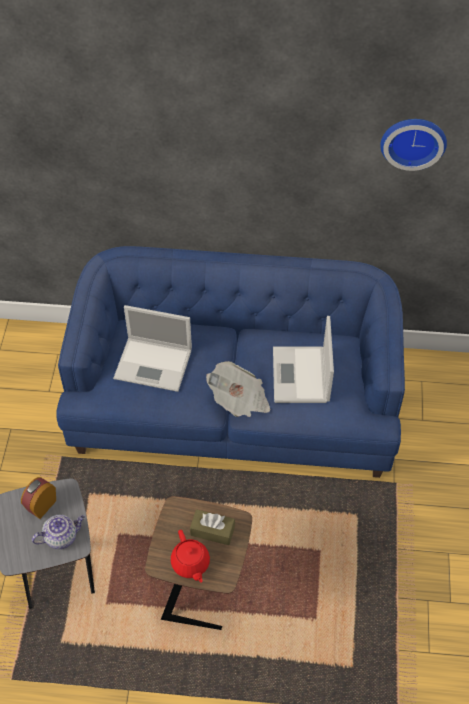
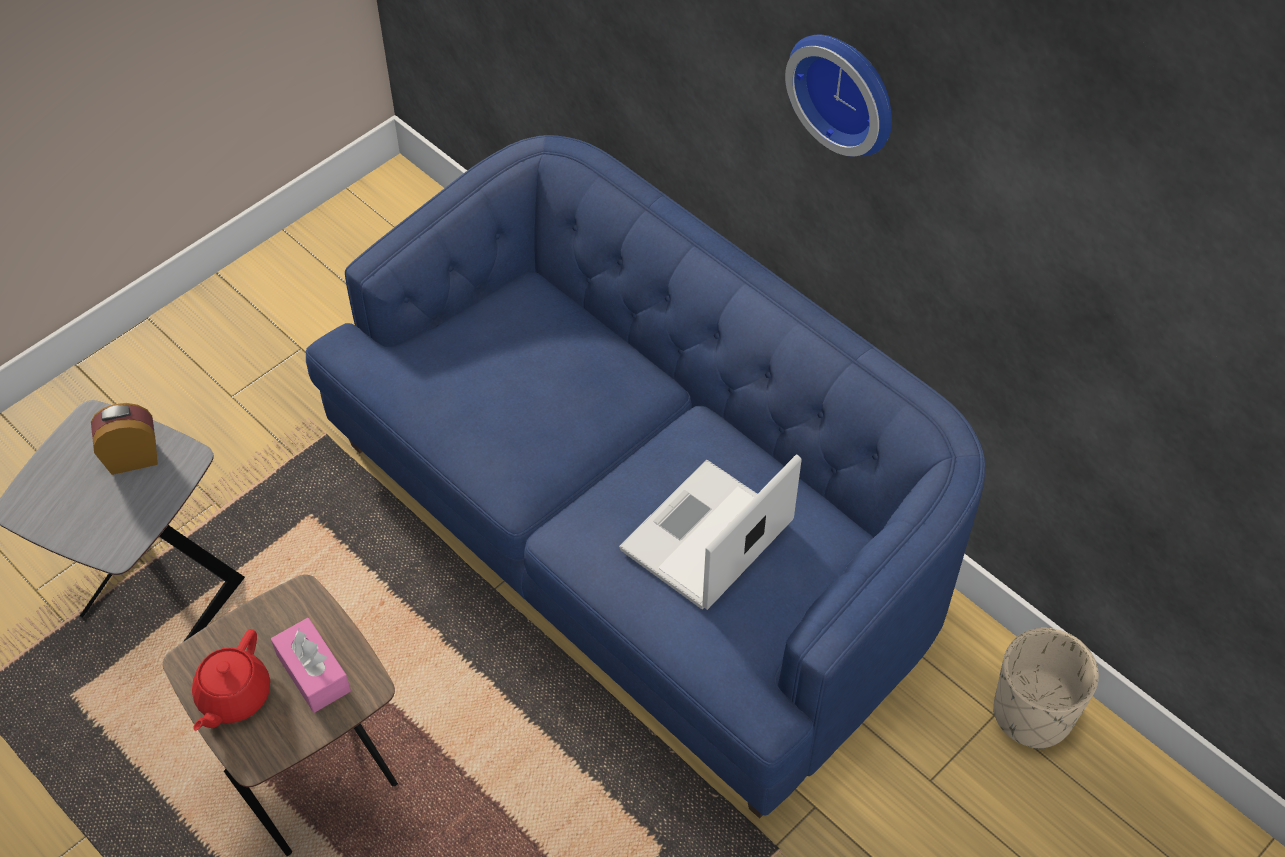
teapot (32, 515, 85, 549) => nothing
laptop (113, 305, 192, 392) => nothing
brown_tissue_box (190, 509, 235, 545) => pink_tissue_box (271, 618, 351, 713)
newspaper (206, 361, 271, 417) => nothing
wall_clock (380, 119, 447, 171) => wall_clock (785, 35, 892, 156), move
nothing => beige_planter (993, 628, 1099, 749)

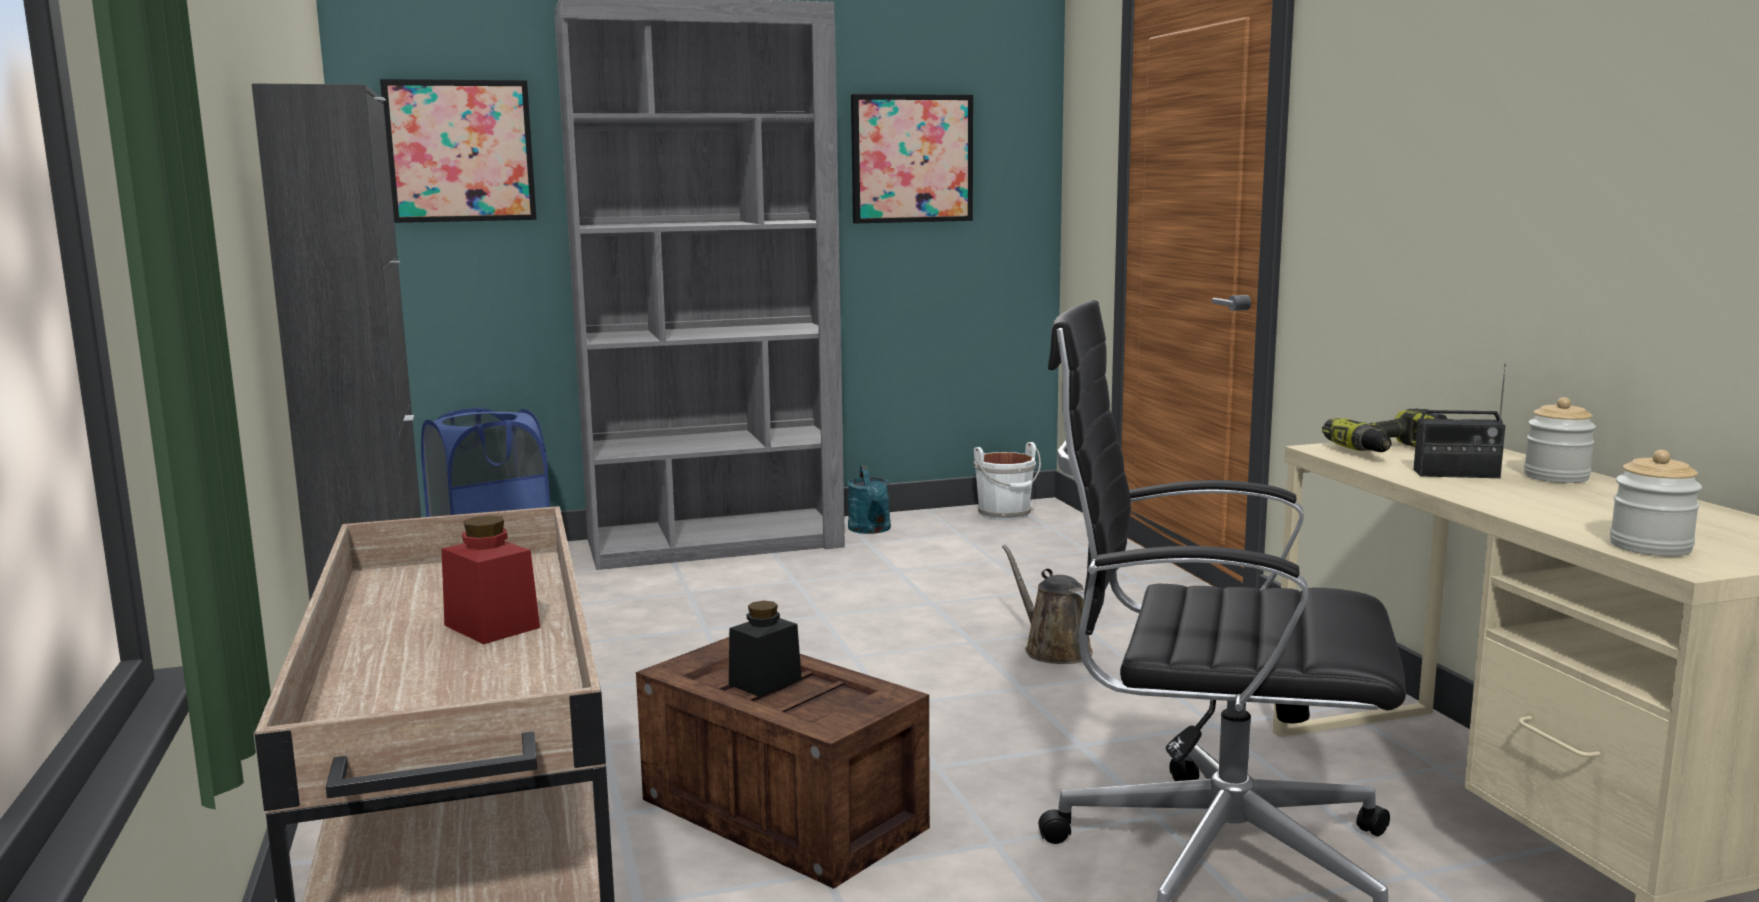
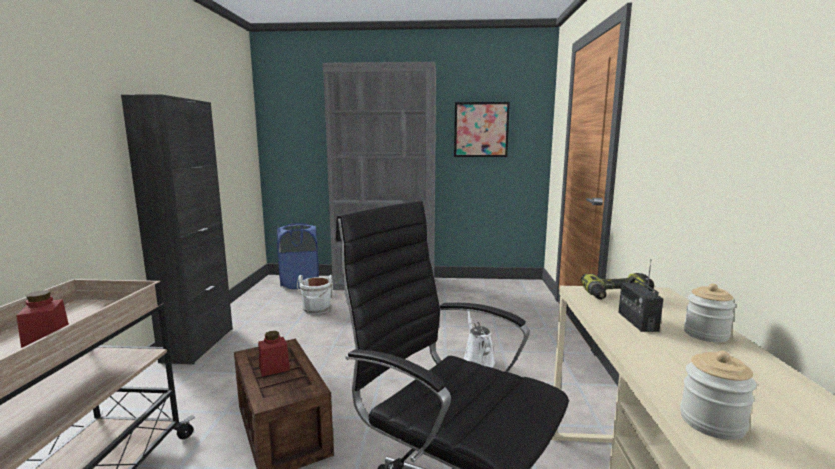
picture (380, 79, 537, 223) => nothing
black_jar (729, 601, 802, 697) => red_jar (258, 331, 290, 377)
turquoise_watering_can (847, 465, 891, 534) => nothing
white_bucket (974, 442, 1041, 520) => white_bucket (297, 275, 333, 314), move
brown_watering_can (1002, 545, 1093, 664) => white_watering_can (463, 311, 495, 368)
radio (1414, 364, 1506, 478) => radio (618, 259, 663, 332), 60 degrees clockwise

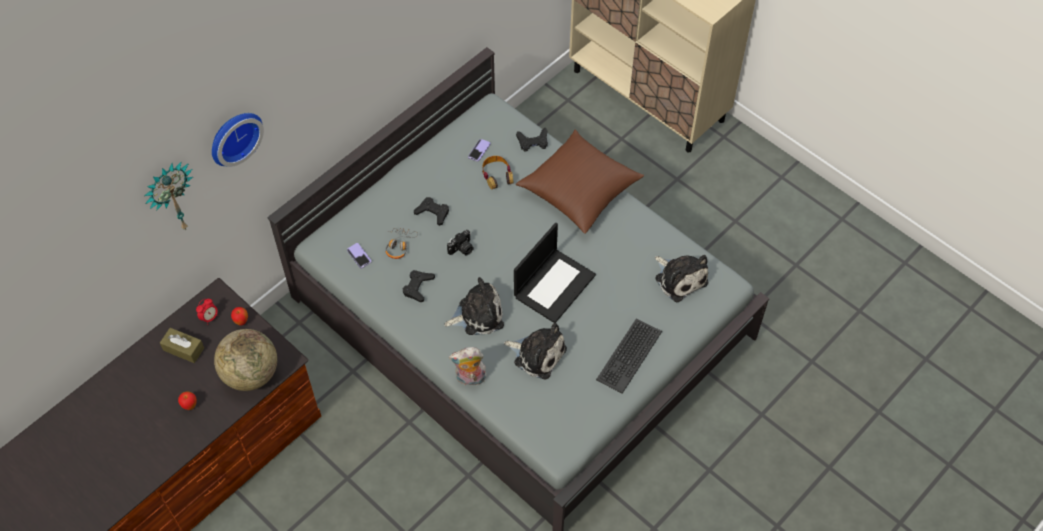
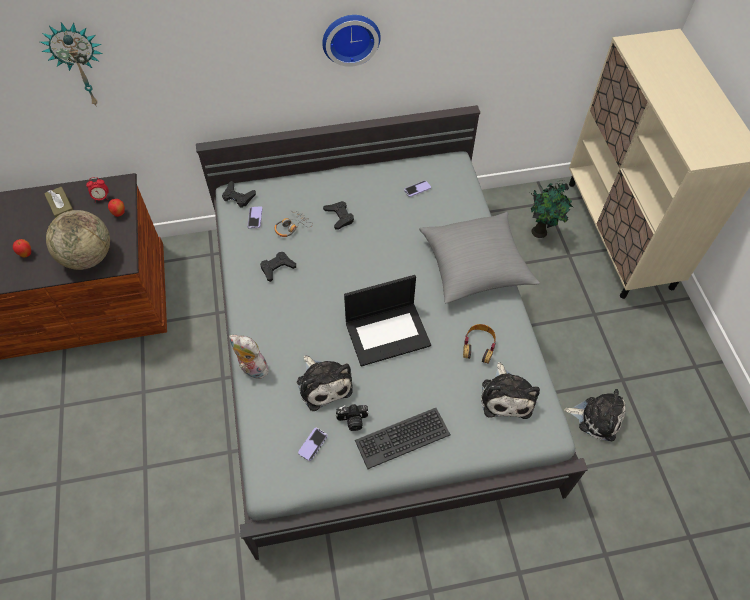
wall_clock (212, 113, 264, 167) => wall_clock (322, 15, 381, 67), move
plush_toy (444, 277, 504, 335) => plush_toy (564, 389, 626, 441), move
photo_camera (447, 230, 474, 255) => photo_camera (336, 404, 369, 431), move
headphones (482, 156, 513, 189) => headphones (463, 324, 496, 363), move
black_game_controller (516, 128, 548, 152) => black_game_controller (222, 181, 256, 208), move
brown_pillow (516, 130, 644, 234) => grey_pillow (419, 212, 540, 303)
nothing => phone (298, 428, 327, 461)
nothing => potted_plant (528, 180, 573, 238)

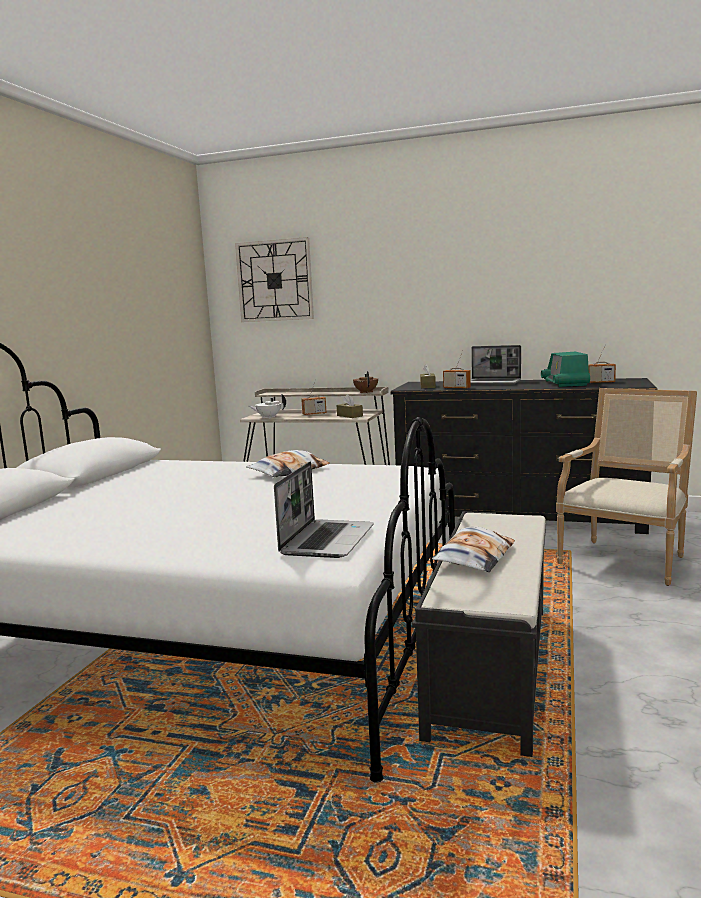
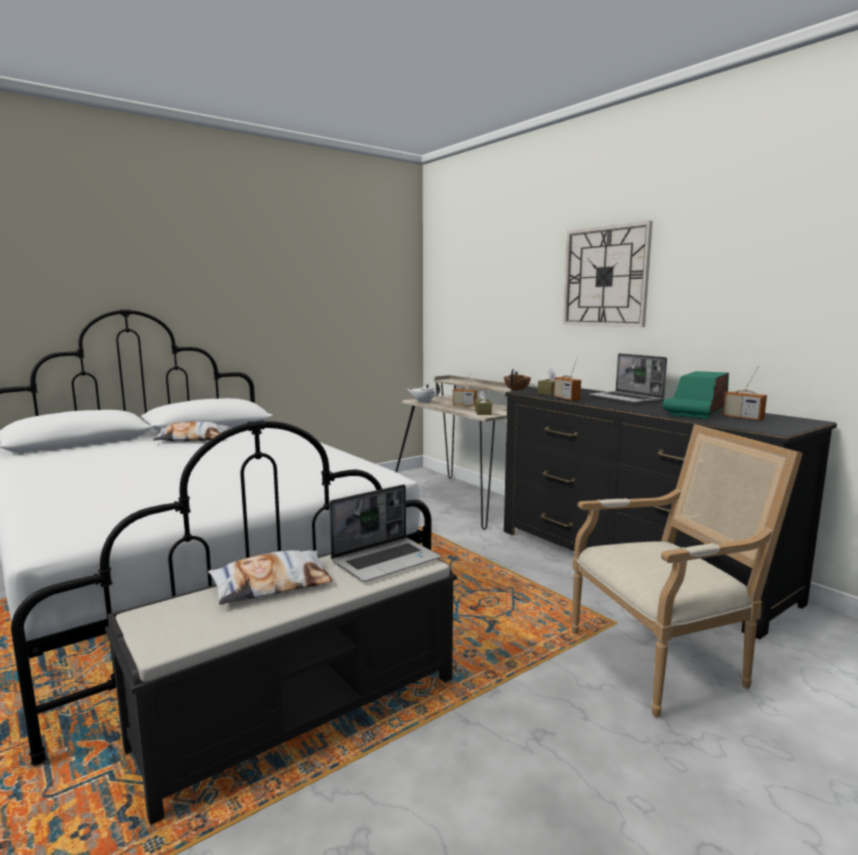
wall_clock (235, 237, 314, 322) => wall_clock (563, 221, 653, 327), move
pillow (246, 450, 330, 478) => pillow (153, 421, 229, 442), move
laptop (274, 461, 374, 558) => laptop (329, 485, 441, 582), move

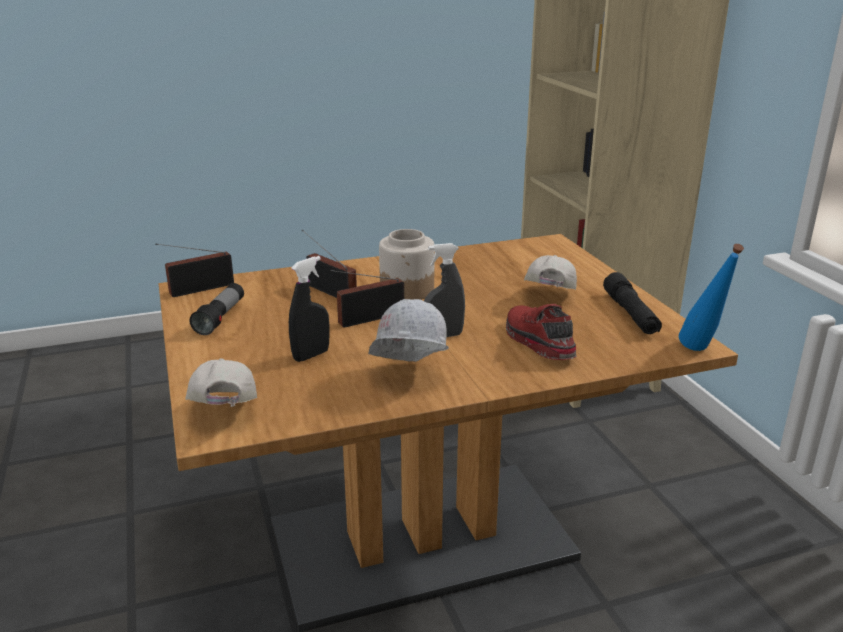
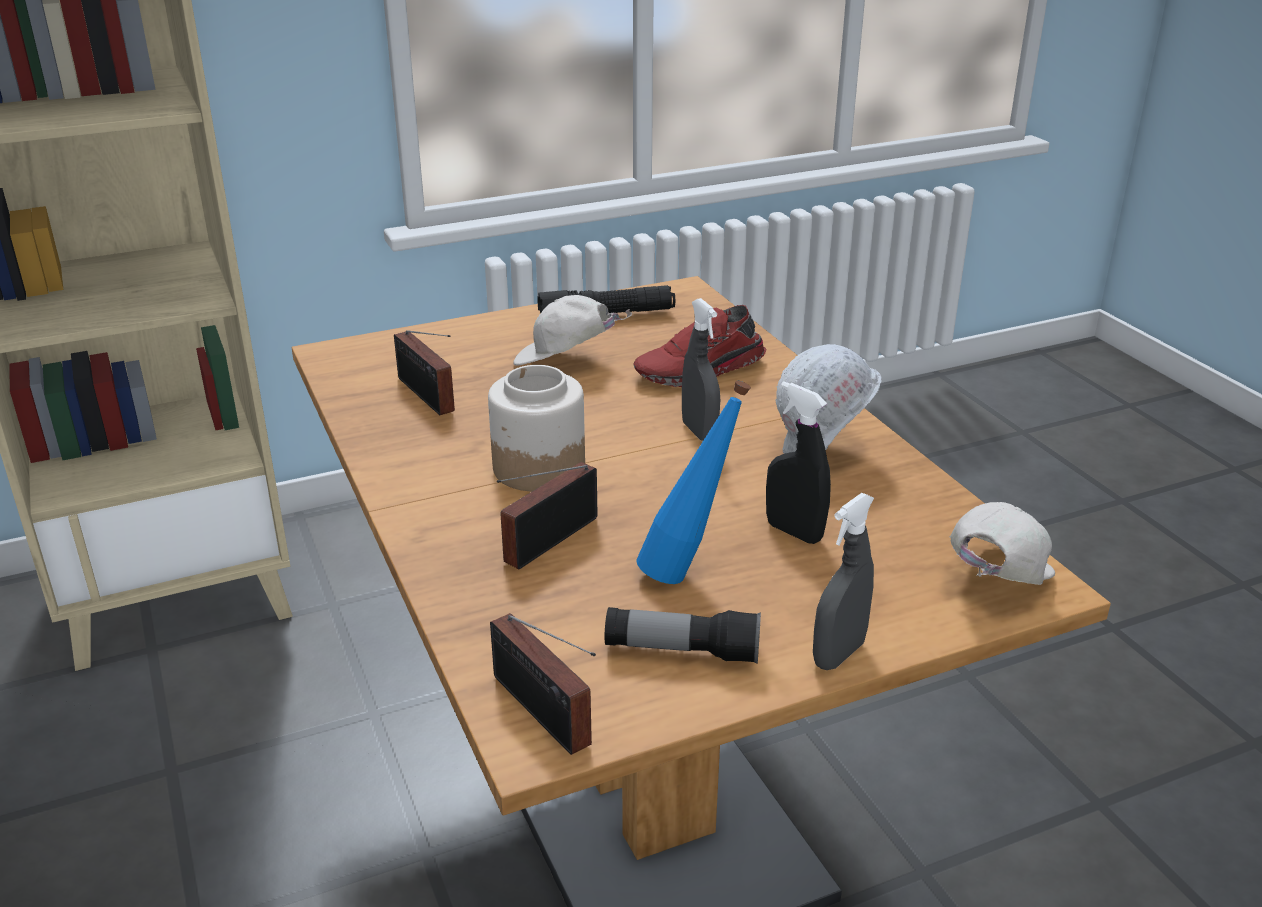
white_cap (185, 359, 257, 407) => white_cap (949, 502, 1055, 585), 150 degrees clockwise
radio (330, 270, 404, 328) => radio (394, 330, 455, 415), move
blue_bottle (679, 244, 744, 351) => blue_bottle (636, 380, 751, 584), move
nothing => grey_spray_bottle (813, 493, 874, 670)

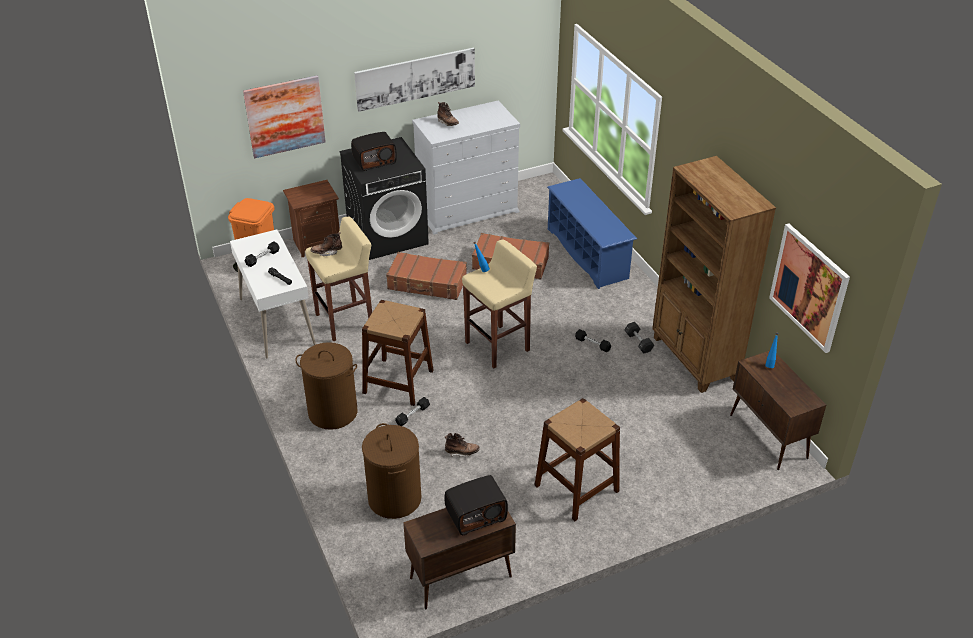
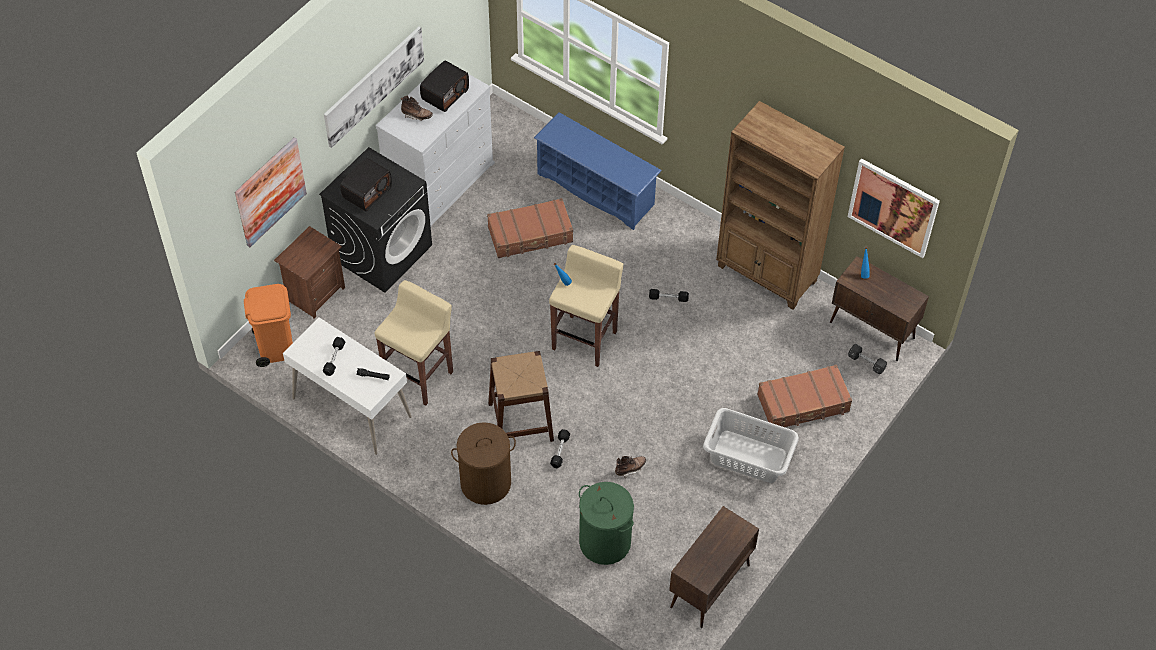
brown_boot (310, 232, 342, 256) => nothing
brown_laundry_basket (362, 423, 421, 519) => green_laundry_basket (579, 482, 634, 565)
brown_suitcase (386, 252, 467, 300) => brown_suitcase (757, 364, 852, 427), move
radio (445, 475, 508, 535) => radio (420, 60, 469, 112), move
brown_stool (534, 398, 620, 521) => grey_laundry_basket (703, 408, 799, 483)
black_dumbbell (624, 322, 654, 354) => black_dumbbell (848, 344, 887, 375), move

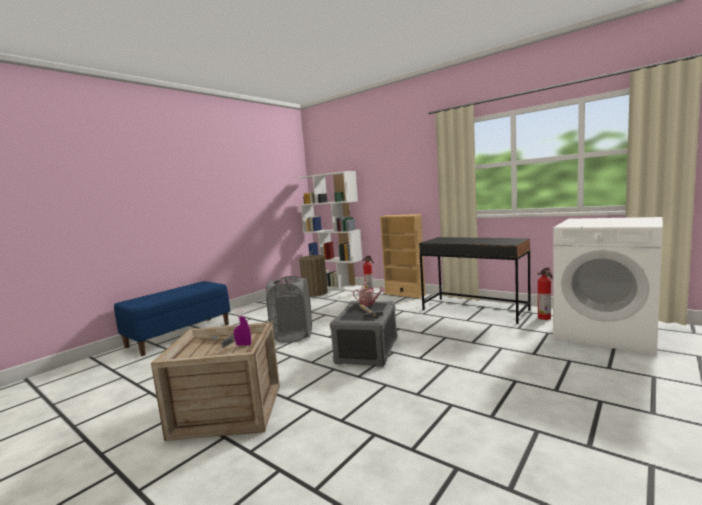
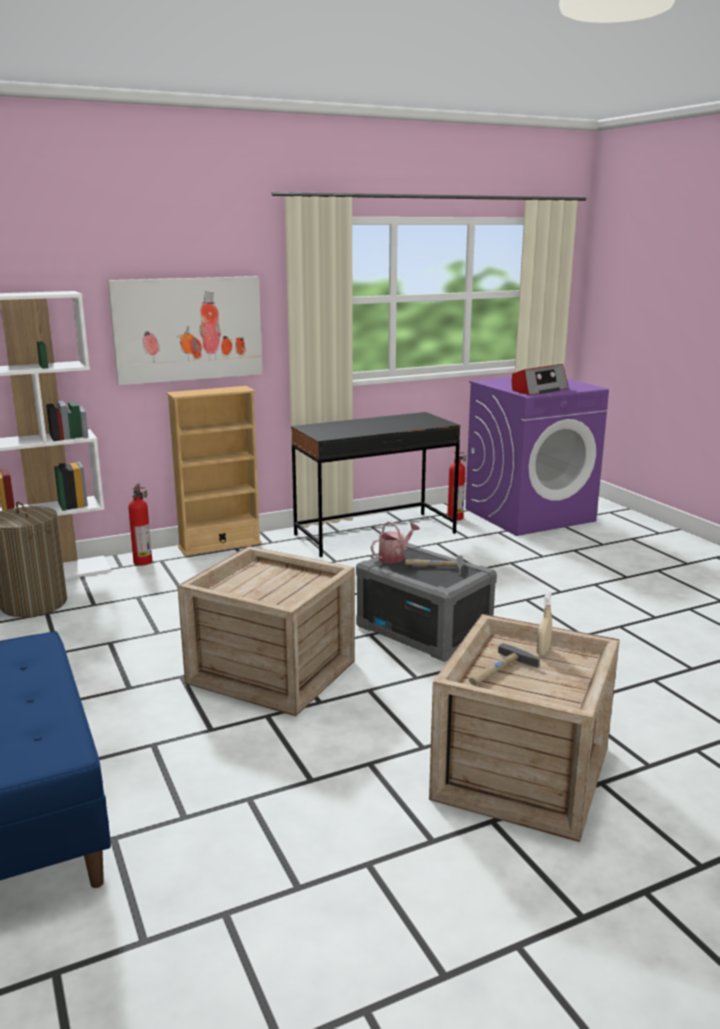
purple_spray_bottle (233, 309, 251, 346) => beige_spray_bottle (537, 592, 552, 655)
grey_laundry_basket (266, 276, 312, 343) => crate (177, 546, 355, 716)
white_washing_machine (553, 217, 663, 355) => purple_washing_machine (465, 377, 609, 536)
nothing => picture (108, 276, 263, 385)
nothing => radio (512, 364, 569, 395)

